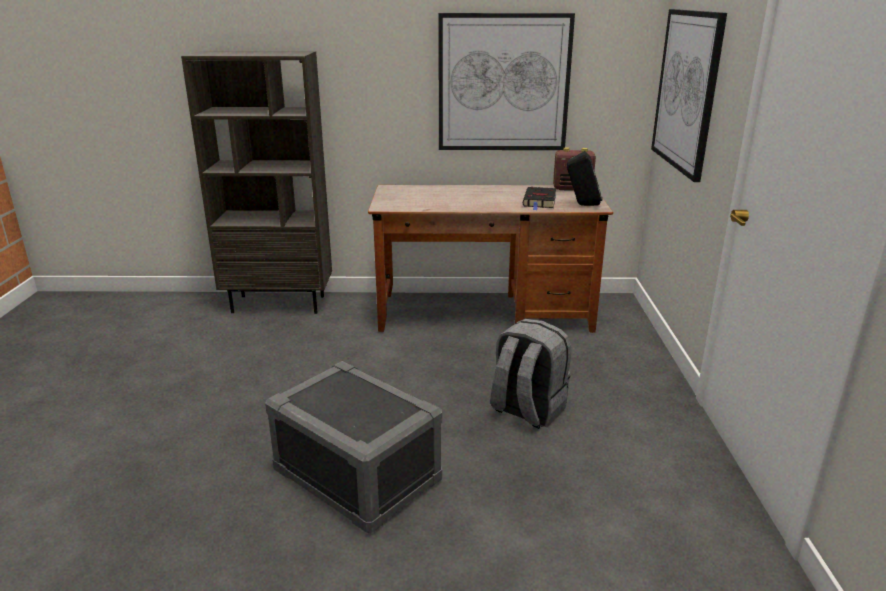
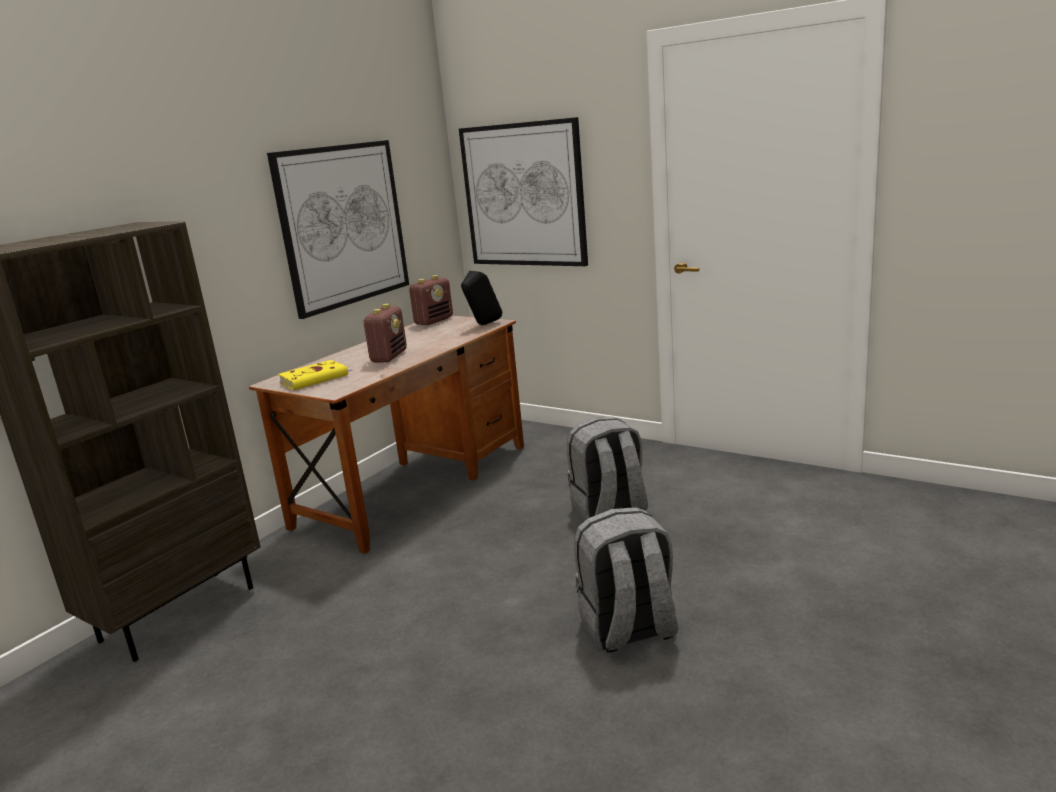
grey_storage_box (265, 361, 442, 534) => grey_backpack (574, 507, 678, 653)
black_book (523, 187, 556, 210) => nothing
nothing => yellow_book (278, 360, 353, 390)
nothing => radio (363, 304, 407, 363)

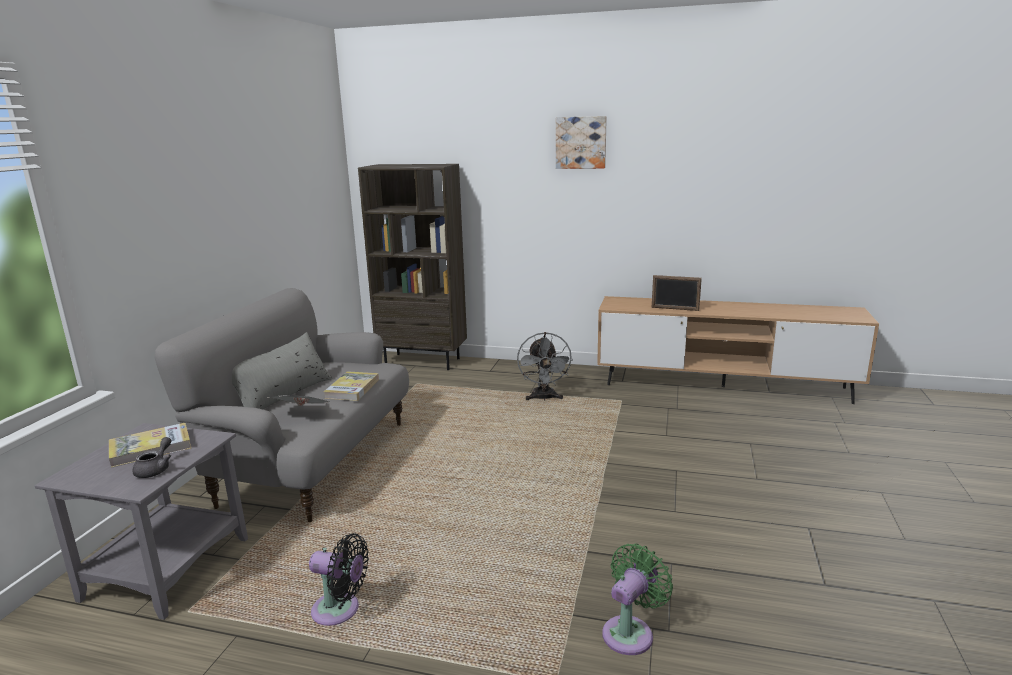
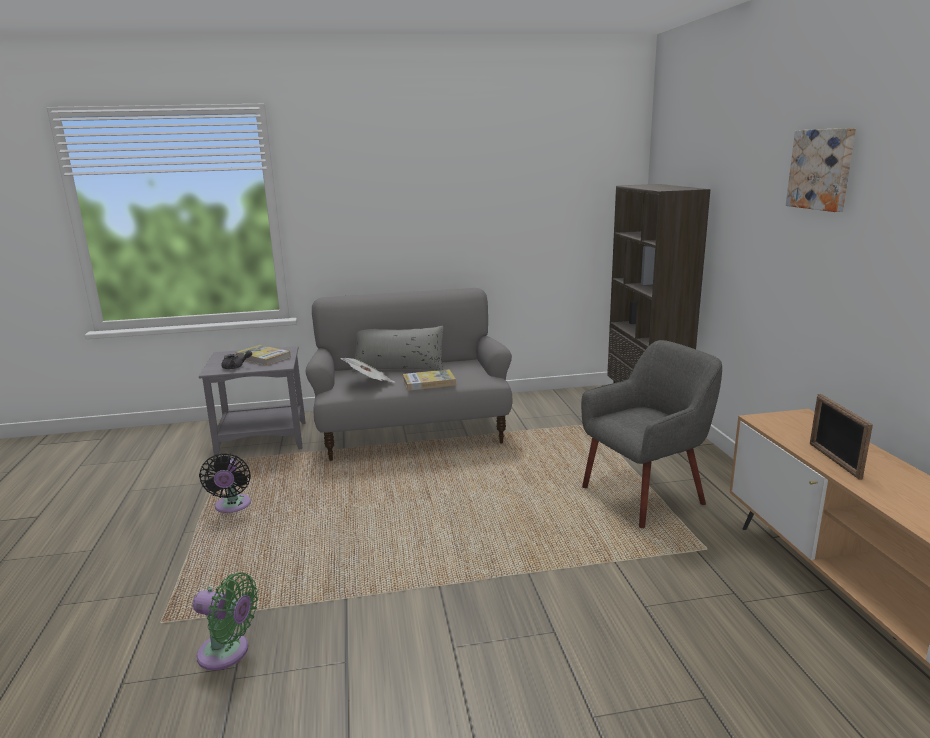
grey_fan (517, 332, 573, 401) => grey_armchair (581, 340, 722, 528)

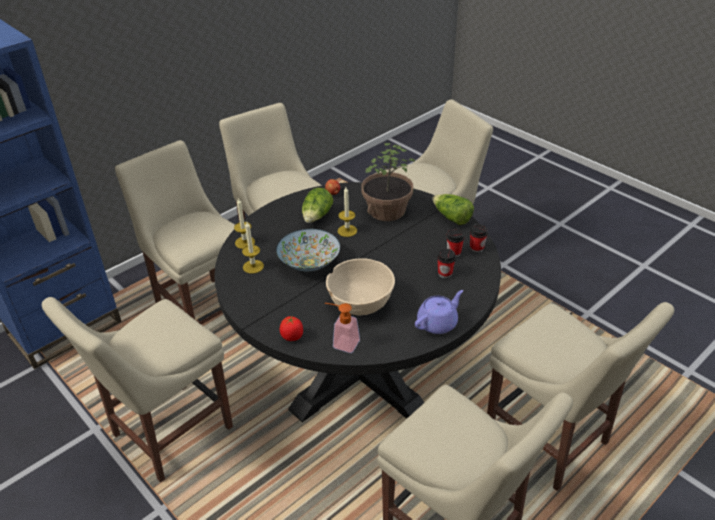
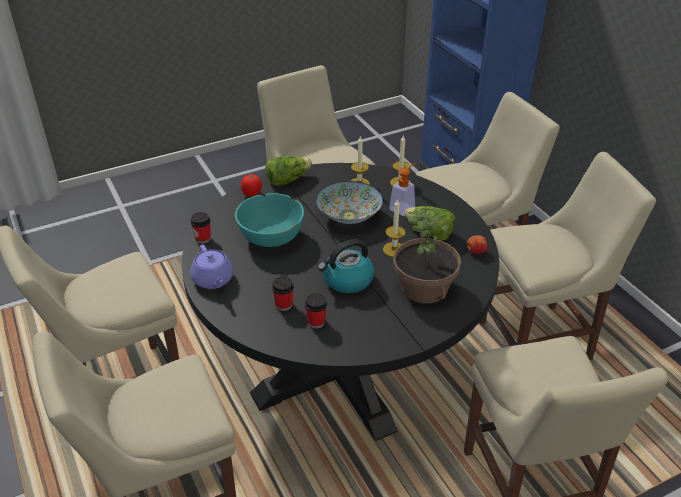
soap_dispenser (325, 303, 360, 353) => soap_dispenser (389, 163, 416, 216), move
beige_bowl (326, 258, 395, 315) => turquoise_bowl (235, 193, 304, 247)
lettuce (432, 194, 474, 225) => lettuce (265, 156, 312, 186), move
cup (470, 224, 488, 253) => cup (190, 212, 211, 244), move
nothing => kettle (318, 239, 374, 293)

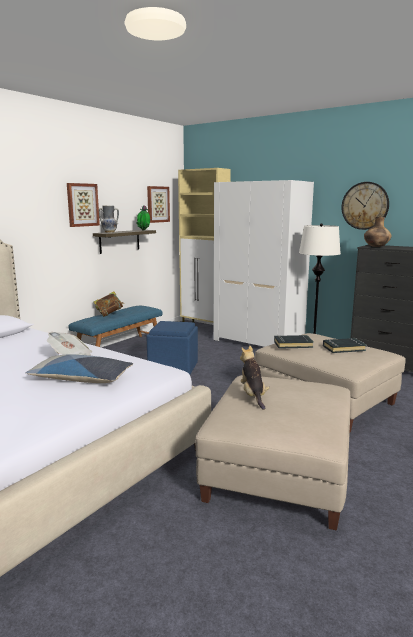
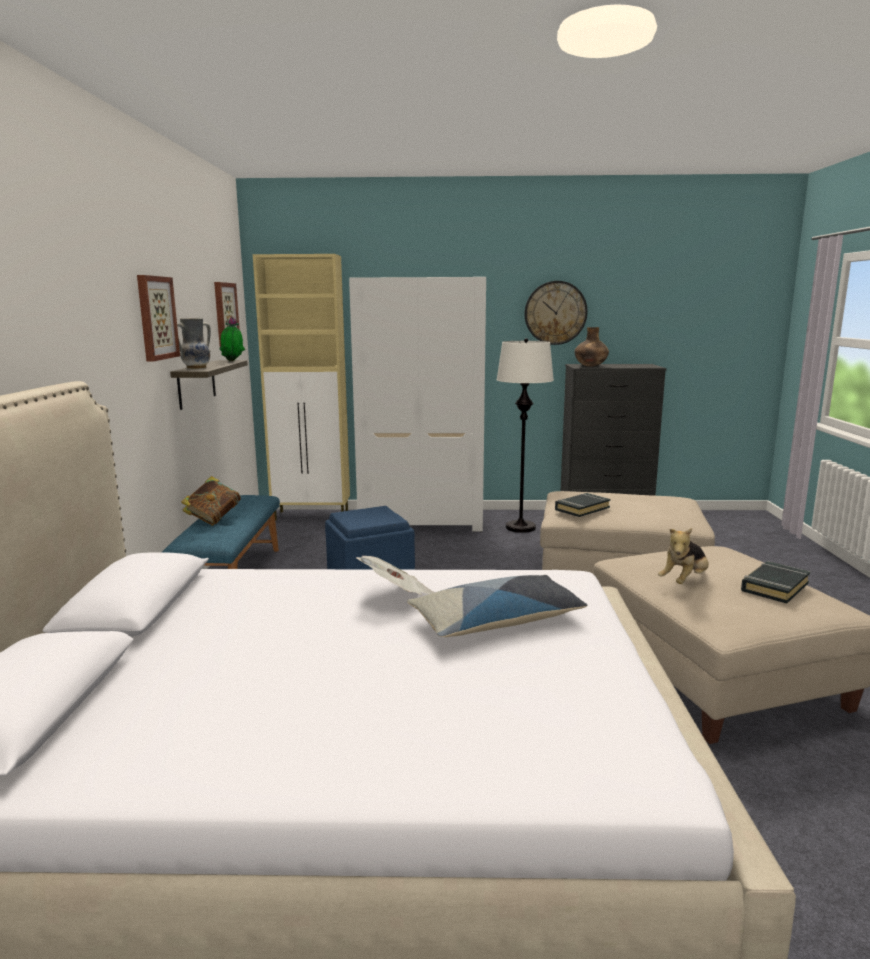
plush_toy (240, 346, 270, 410) => plush_toy (658, 528, 709, 584), 90 degrees counterclockwise
black_book (323, 338, 366, 353) => black_book (741, 561, 810, 604), move

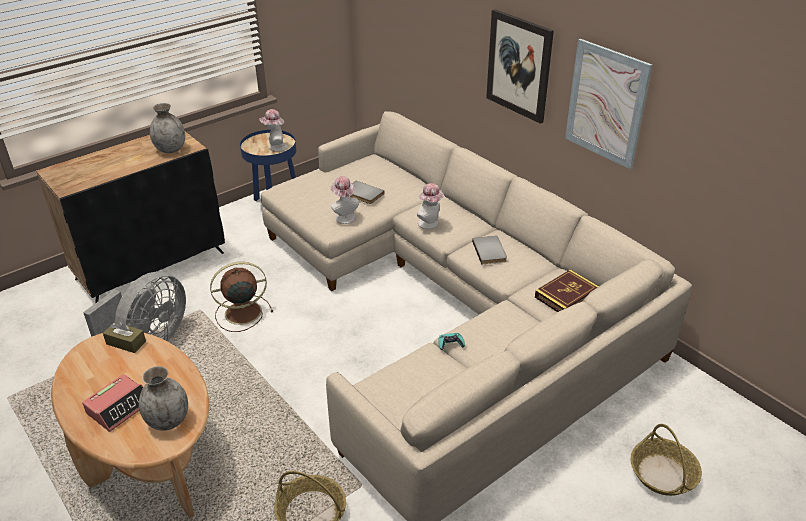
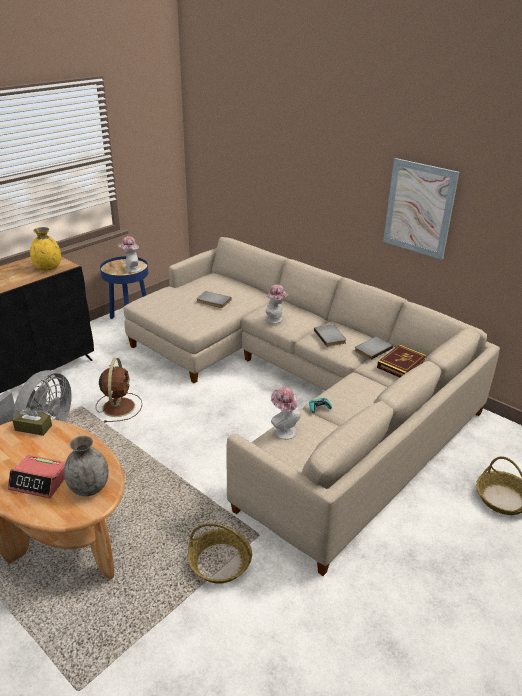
alarm_clock (82, 374, 143, 432) => alarm_clock (8, 455, 65, 498), 75 degrees clockwise
grey_vase (150, 103, 185, 153) => yellow_vase (30, 227, 61, 271)
brown_fan (210, 262, 273, 332) => brown_fan (96, 358, 142, 423), 120 degrees clockwise
hat (330, 176, 359, 224) => hat (271, 387, 301, 439), move
picture (486, 9, 554, 124) => nothing
nothing => grey_book (354, 337, 393, 360)

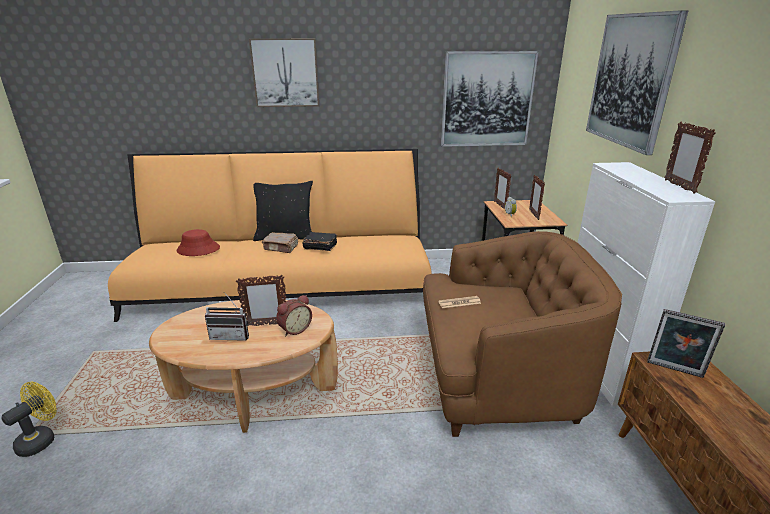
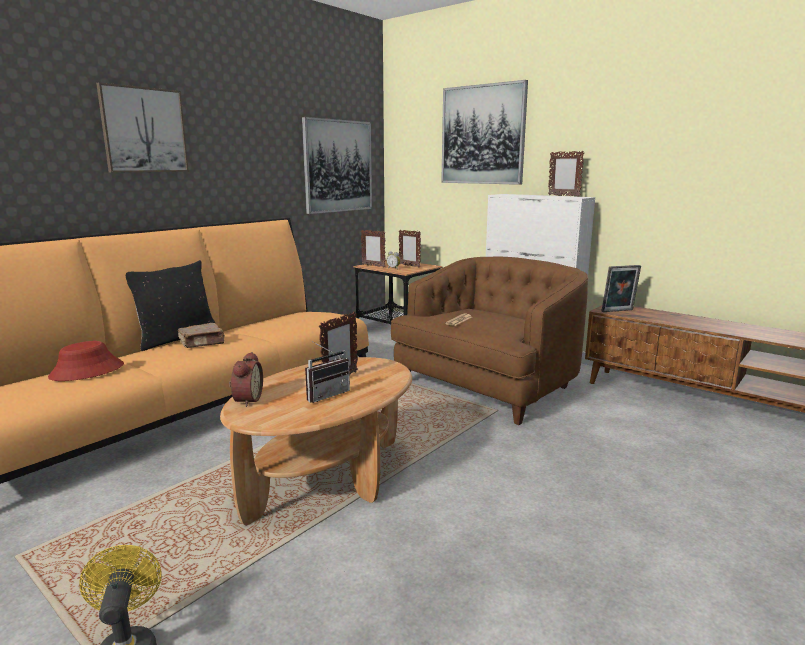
alarm_clock (276, 295, 312, 336) => alarm_clock (229, 352, 263, 407), move
black_book (302, 232, 337, 251) => nothing

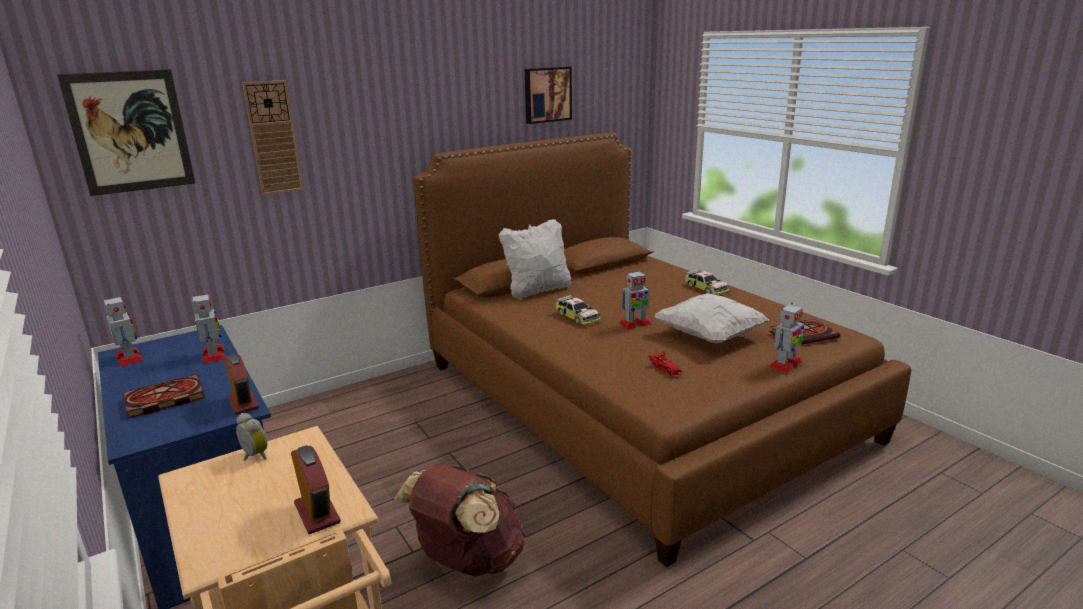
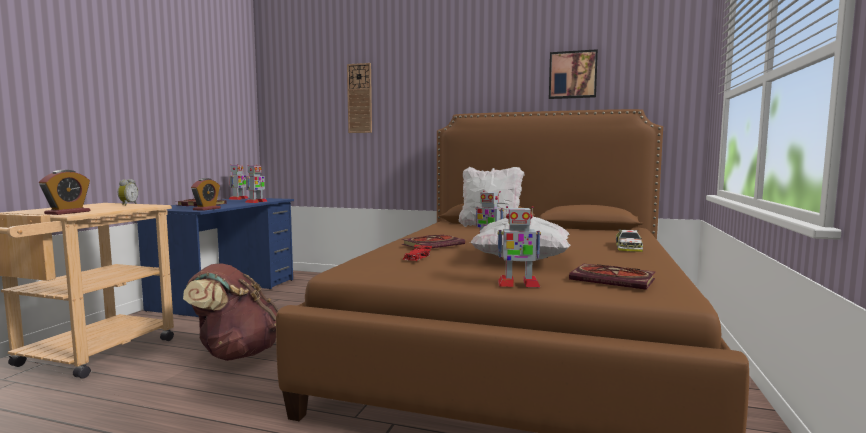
picture (57, 69, 195, 196) => nothing
toy_car (555, 295, 601, 326) => nothing
nothing => book (402, 235, 465, 249)

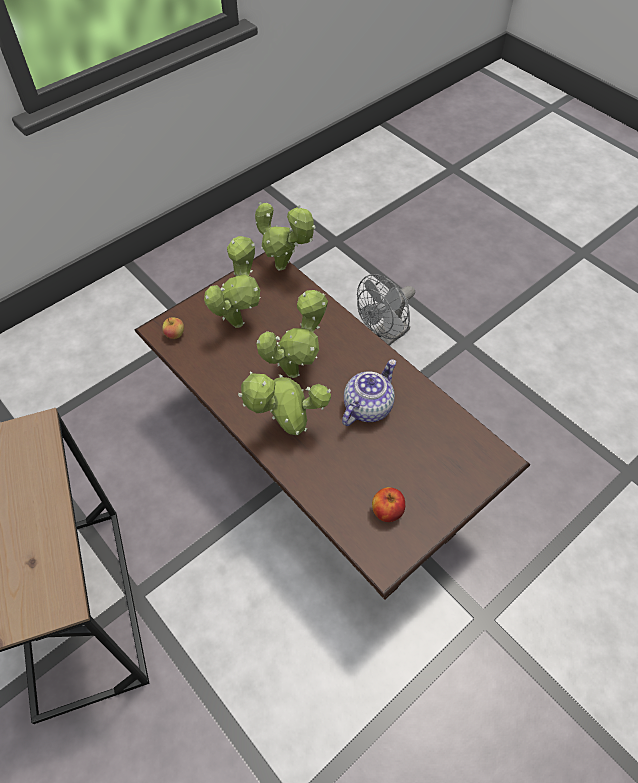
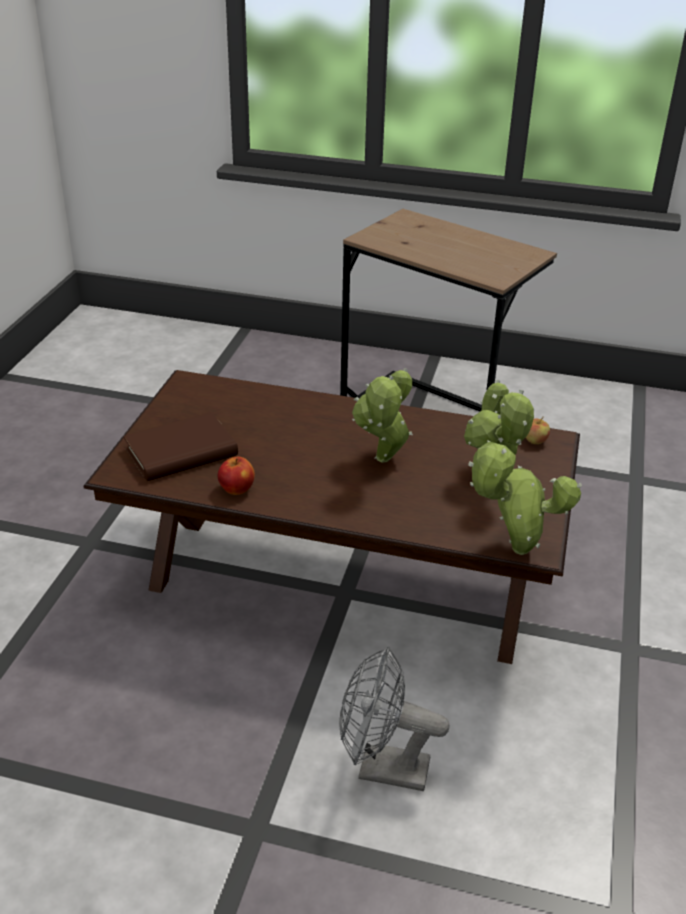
potted_plant (238, 372, 331, 435) => nothing
teapot (342, 360, 396, 426) => nothing
grey_fan (357, 274, 415, 346) => grey_fan (340, 647, 450, 791), 90 degrees counterclockwise
apple (372, 487, 405, 522) => apple (217, 457, 255, 495), move
nothing => brown_book (123, 412, 238, 481)

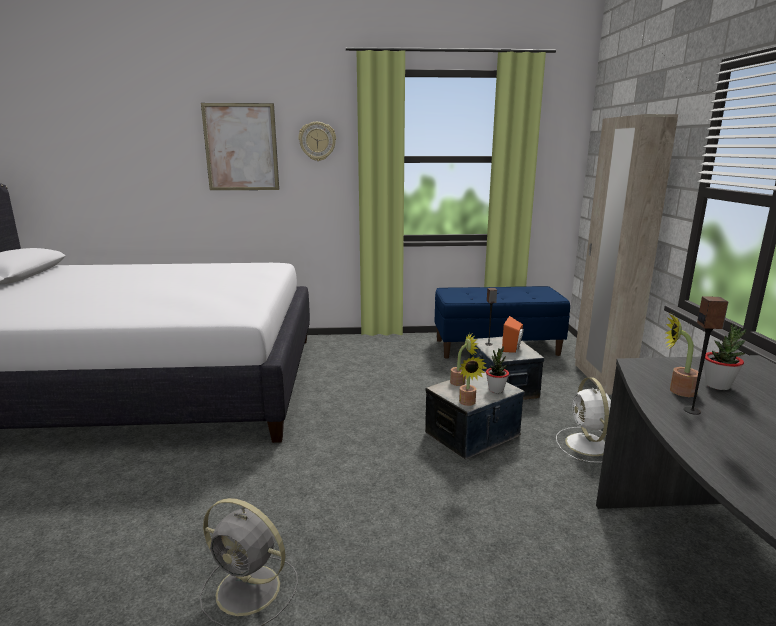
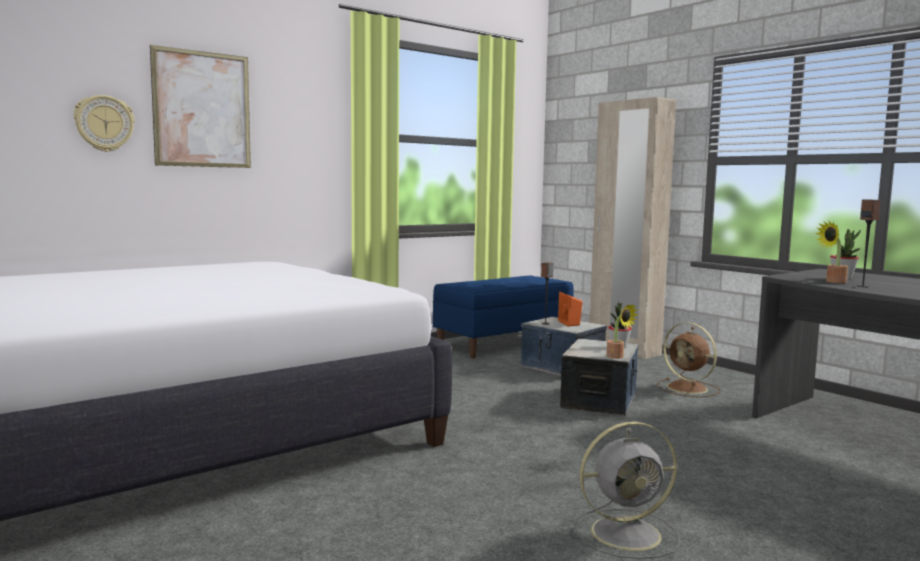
wall_clock (298, 122, 336, 161) => wall_clock (74, 95, 135, 152), move
potted_plant (450, 333, 478, 386) => nothing
white_fan (556, 377, 611, 463) => brown_fan (657, 322, 720, 397)

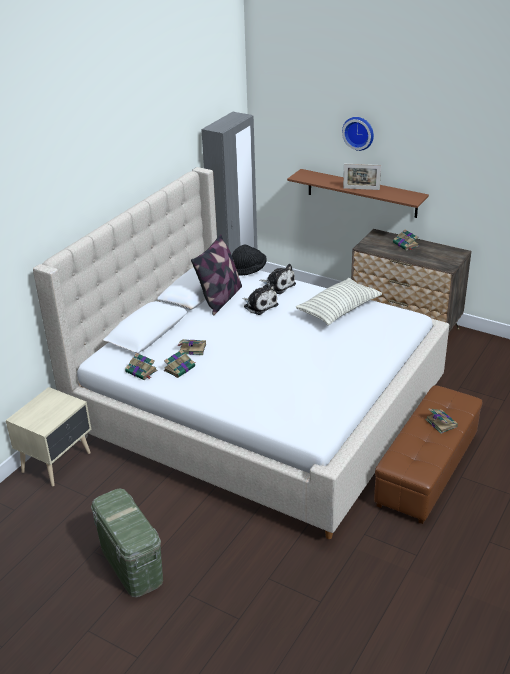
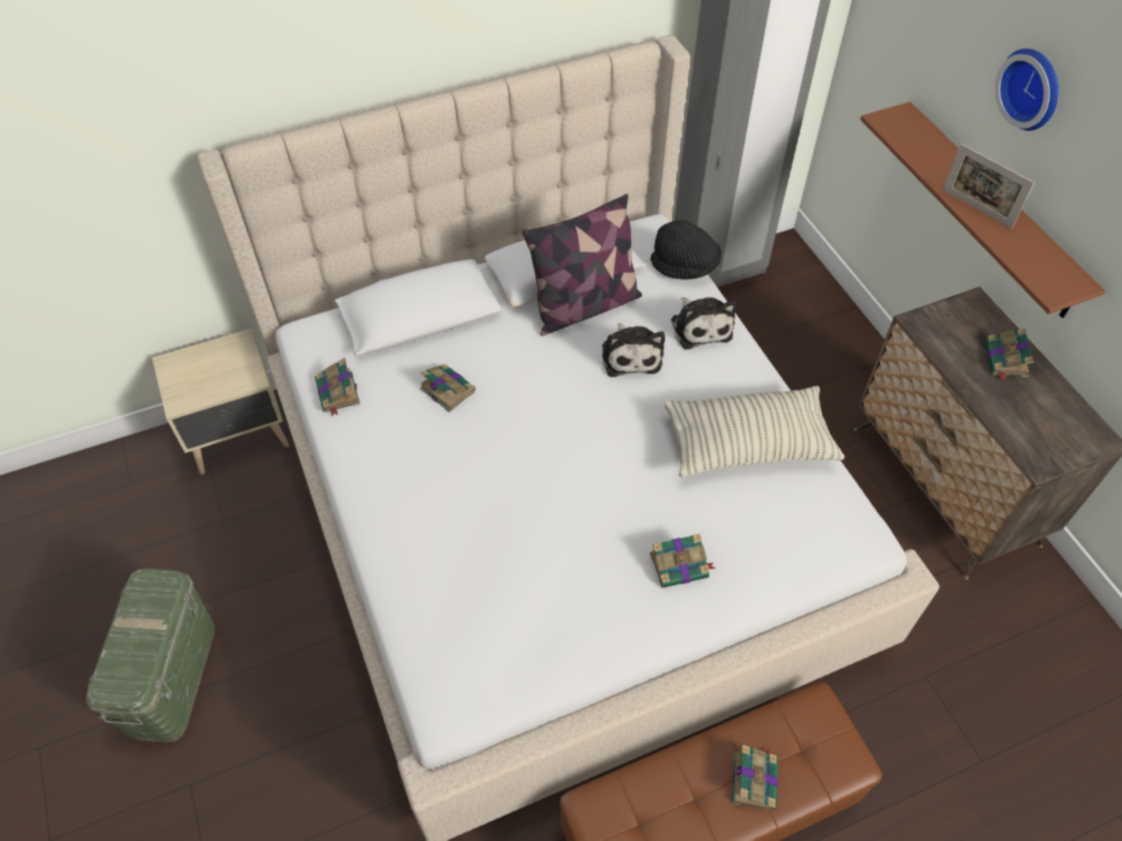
book (164, 350, 195, 378) => book (650, 533, 715, 588), move

